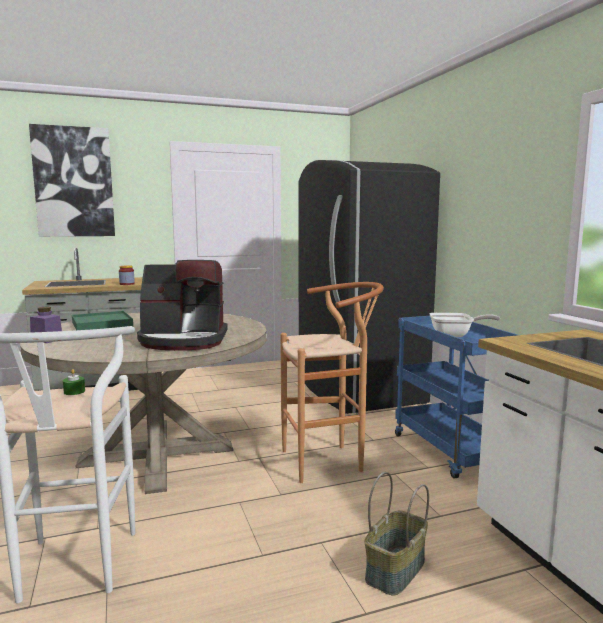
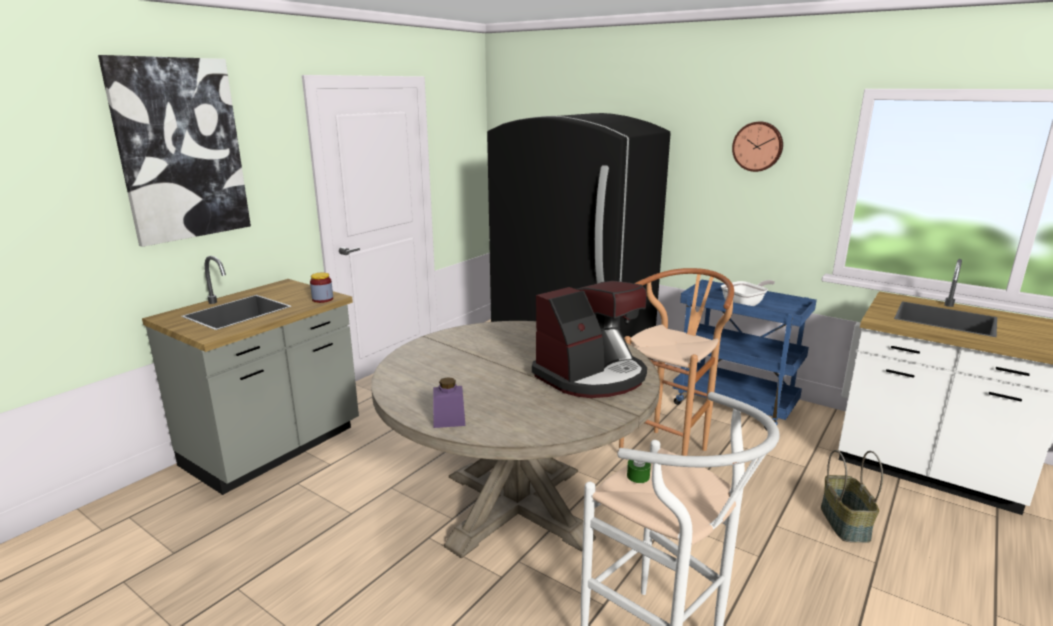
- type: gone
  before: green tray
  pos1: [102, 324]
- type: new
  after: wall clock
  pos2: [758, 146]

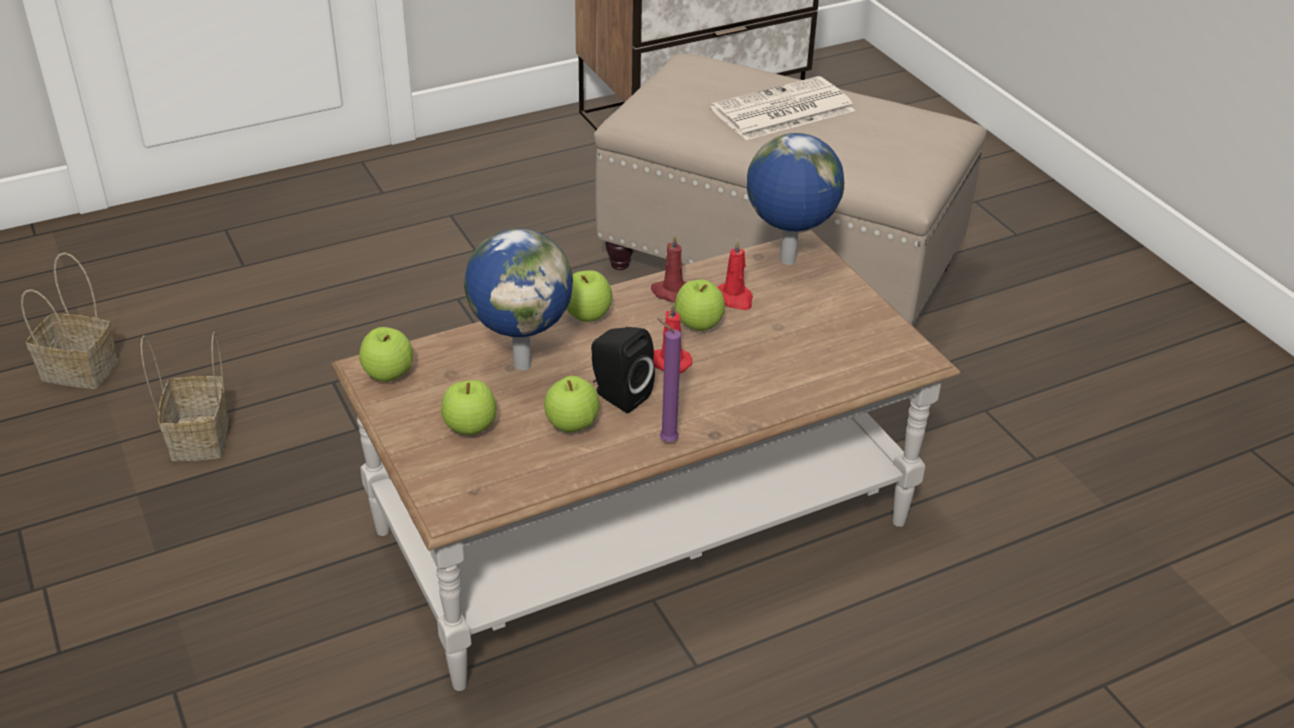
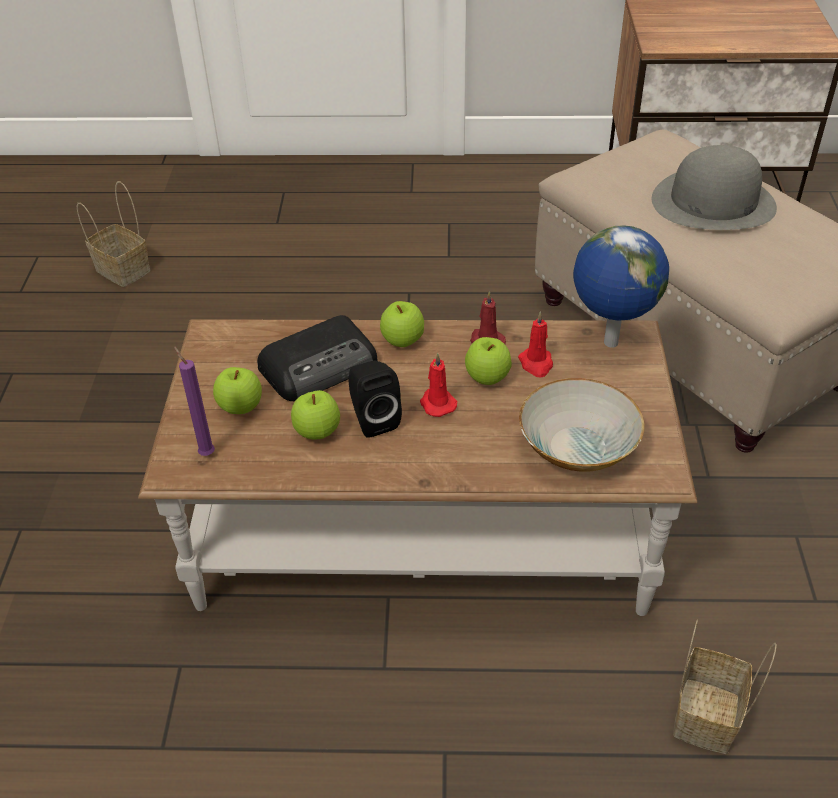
- type: swapped
  before: newspaper
  after: grey hat
  pos1: [781, 111]
  pos2: [713, 202]
- type: swapped
  before: globe
  after: radio
  pos1: [522, 363]
  pos2: [321, 365]
- type: shifted
  before: purple candle
  pos1: [665, 440]
  pos2: [205, 453]
- type: gone
  before: apple
  pos1: [388, 375]
- type: shifted
  before: basket
  pos1: [201, 439]
  pos2: [707, 718]
- type: new
  after: bowl
  pos2: [576, 447]

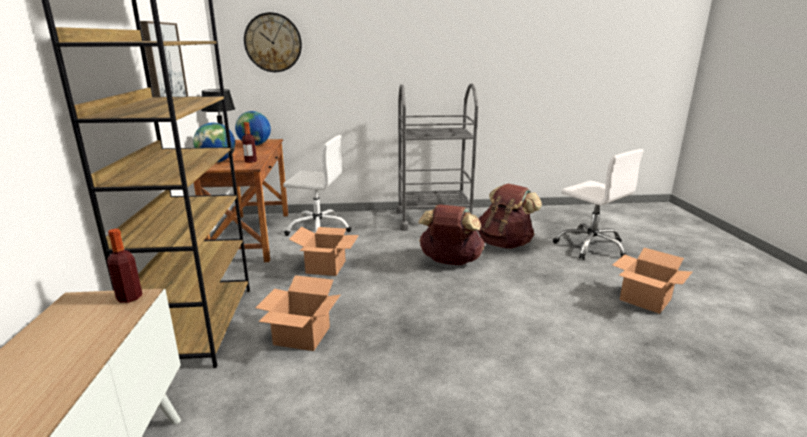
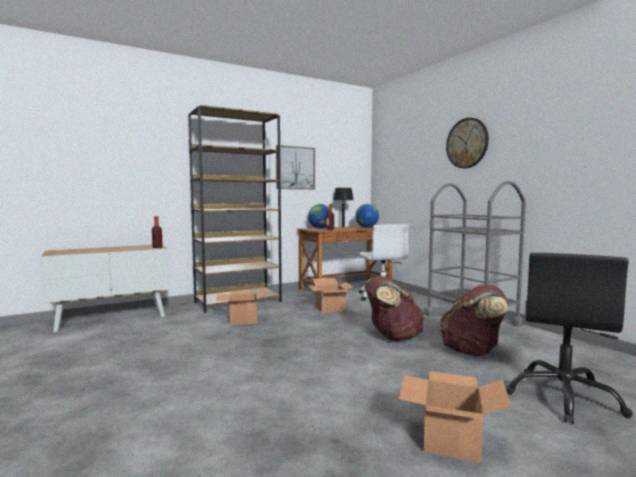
- type: shifted
  before: wall clock
  pos1: [273, 42]
  pos2: [467, 143]
- type: repainted
  before: white office chair
  after: black office chair
  pos1: [591, 246]
  pos2: [563, 397]

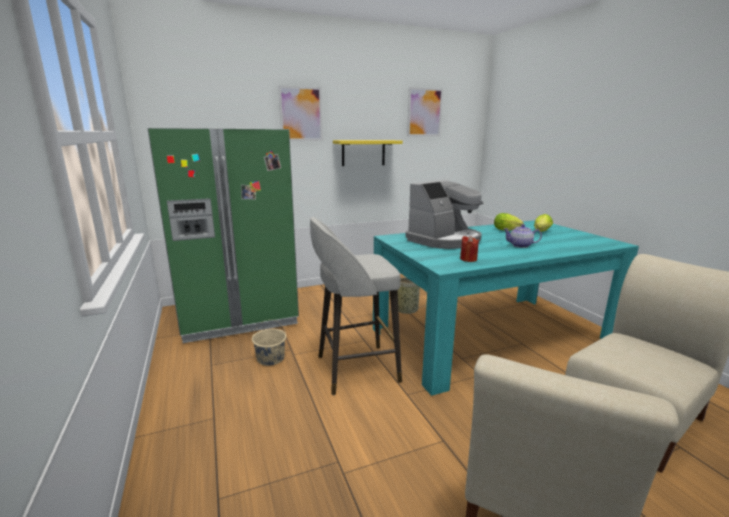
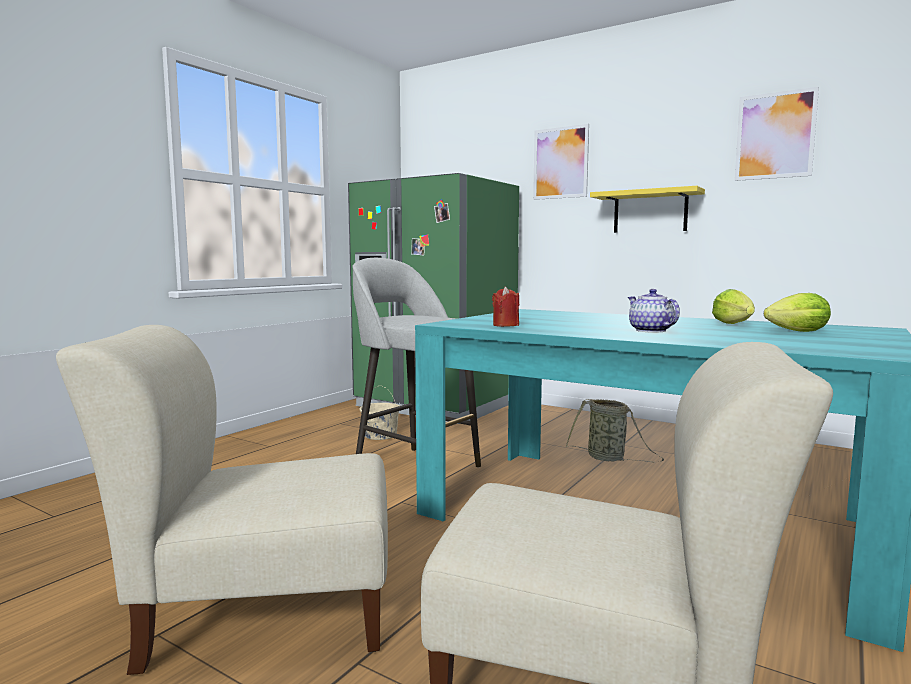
- type: gone
  before: coffee machine
  pos1: [444, 240]

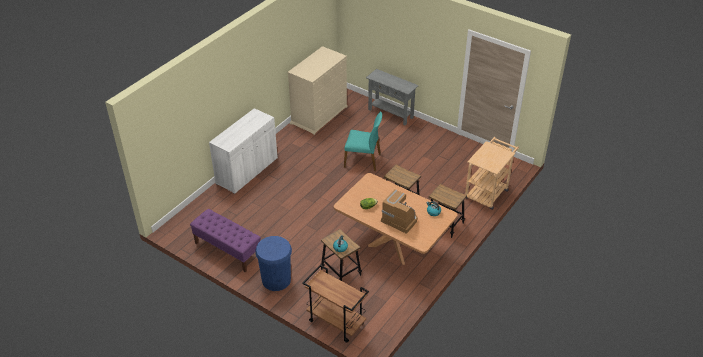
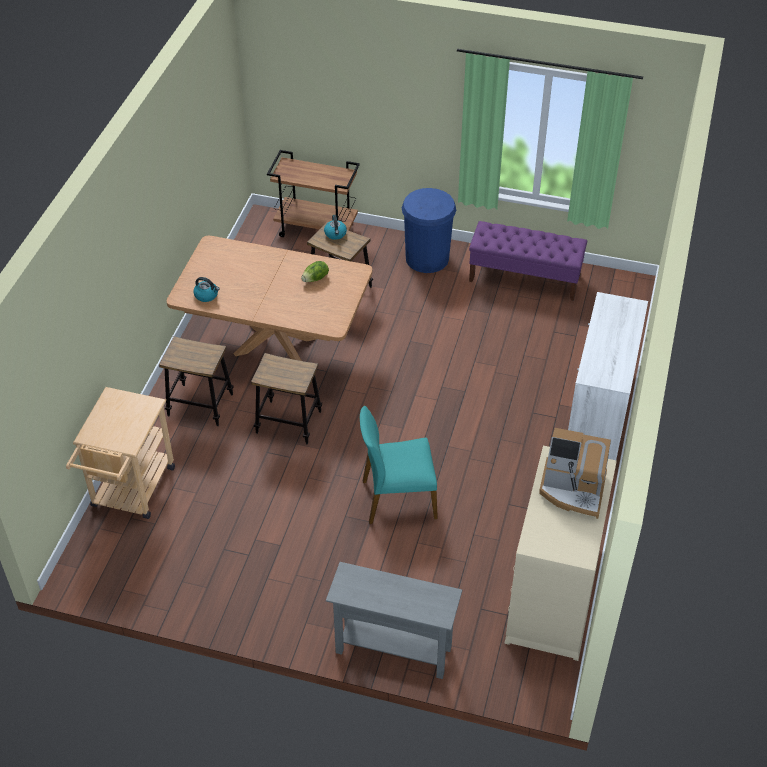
- type: shifted
  before: coffee machine
  pos1: [400, 219]
  pos2: [573, 490]

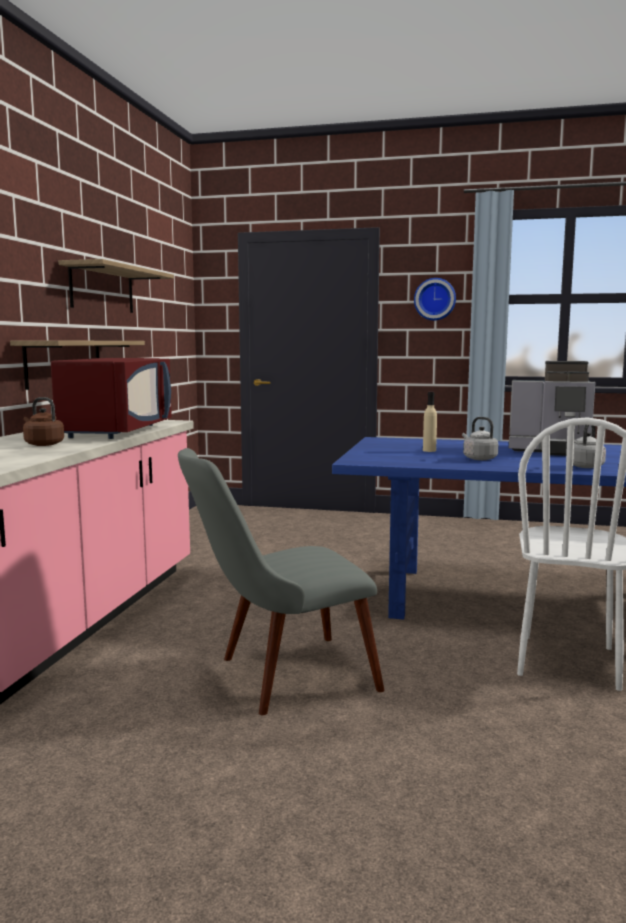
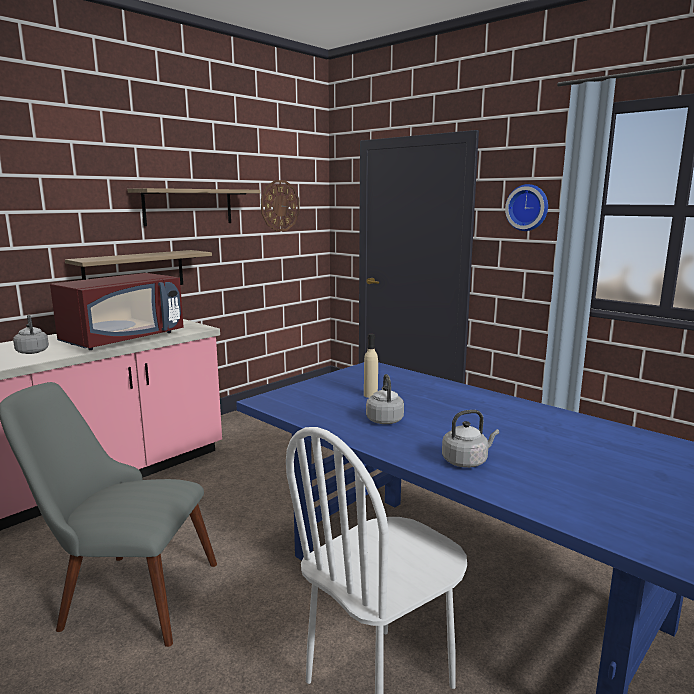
- type: gone
  before: coffee machine
  pos1: [551, 450]
- type: repainted
  before: brown kettle
  after: grey kettle
  pos1: [43, 444]
  pos2: [32, 351]
- type: new
  after: wall clock
  pos2: [280, 205]

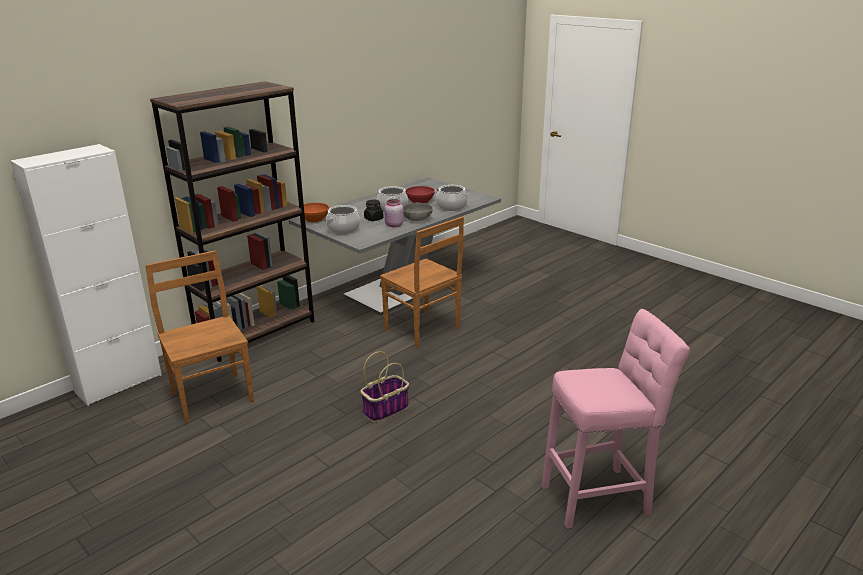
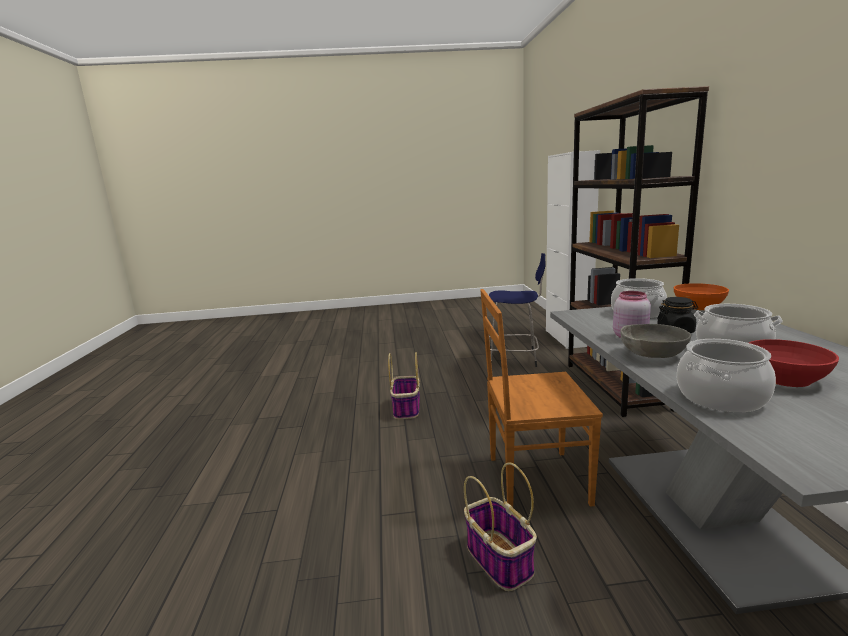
- type: swapped
  before: brown chair
  after: blue stool
  pos1: [212, 396]
  pos2: [515, 358]
- type: gone
  before: pink stool
  pos1: [600, 497]
- type: new
  after: basket
  pos2: [500, 560]

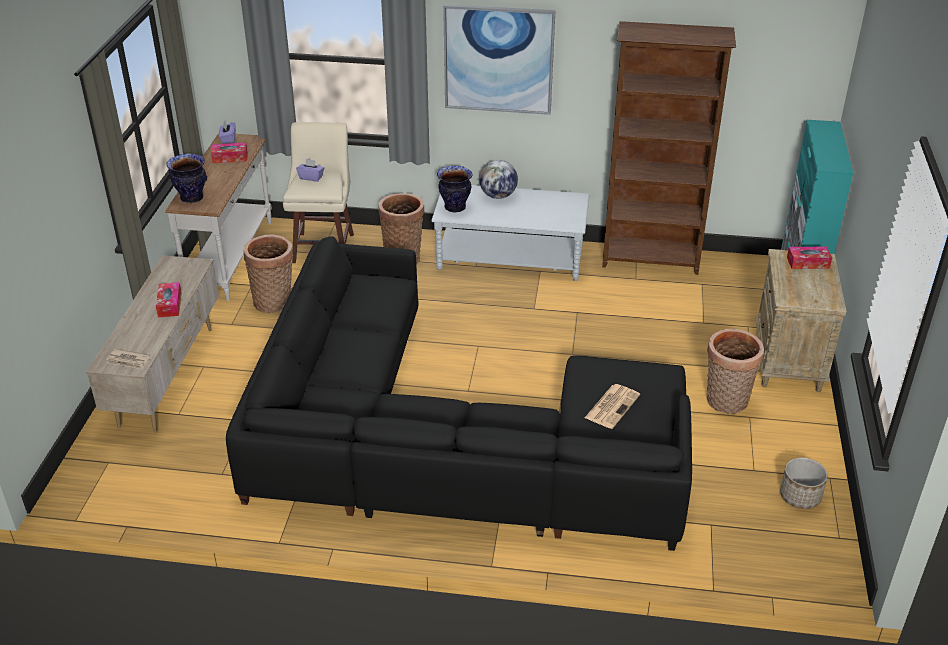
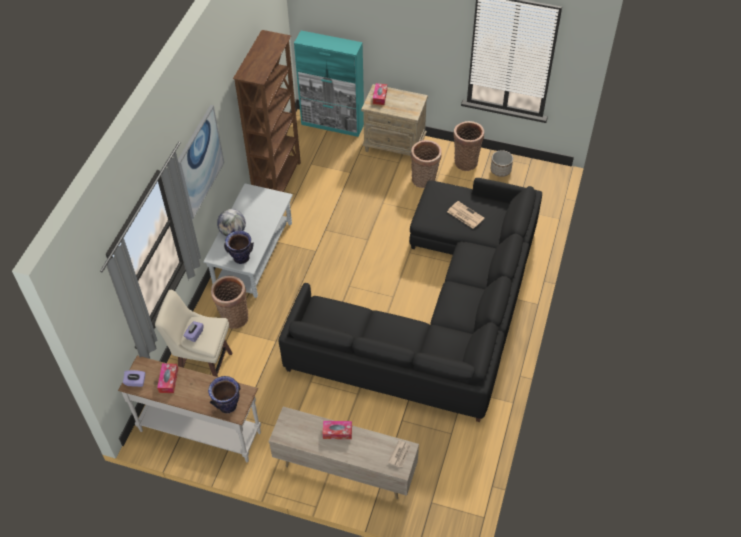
- type: shifted
  before: basket
  pos1: [274, 302]
  pos2: [466, 161]

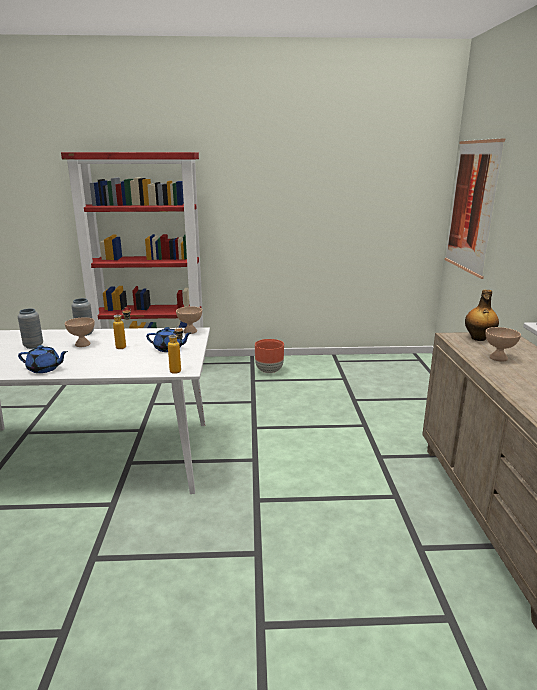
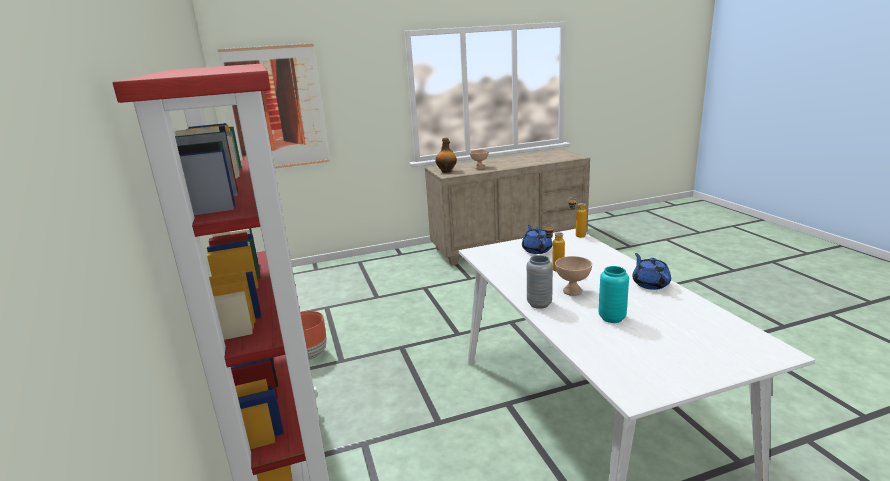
- type: gone
  before: beige bowl
  pos1: [190, 331]
- type: repainted
  before: grey vase
  after: turquoise vase
  pos1: [33, 346]
  pos2: [612, 318]

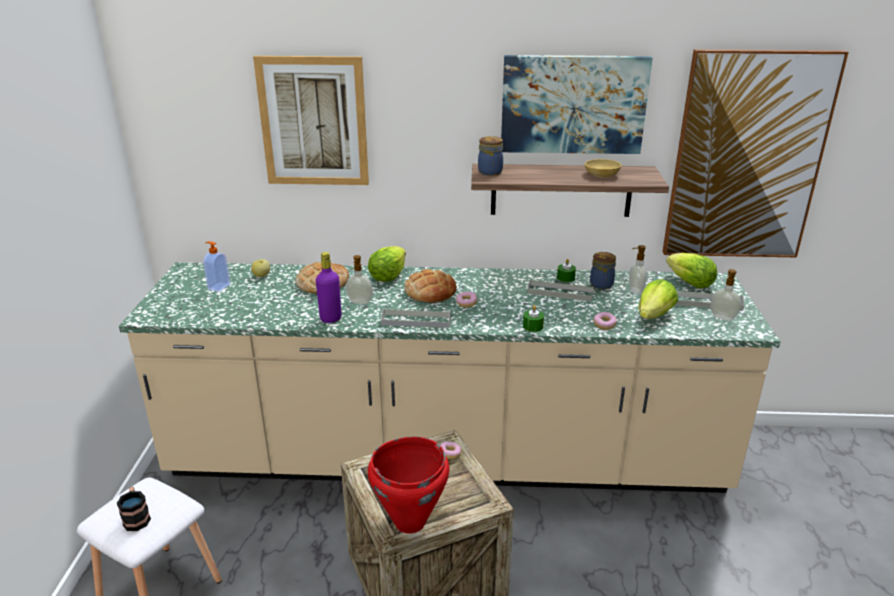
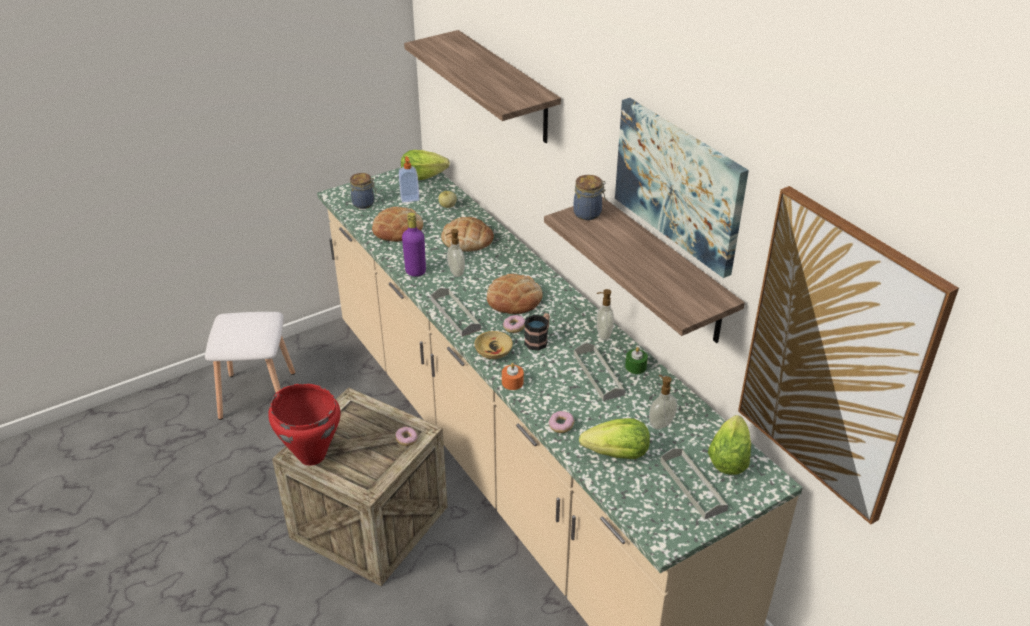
- type: swapped
  before: picture
  after: shelf
  pos1: [313, 122]
  pos2: [506, 87]
- type: shifted
  before: beige bowl
  pos1: [601, 174]
  pos2: [493, 352]
- type: shifted
  before: lettuce
  pos1: [388, 276]
  pos2: [422, 177]
- type: shifted
  before: jar
  pos1: [601, 284]
  pos2: [364, 203]
- type: shifted
  before: soap dispenser
  pos1: [722, 318]
  pos2: [603, 334]
- type: repainted
  before: green candle
  after: orange candle
  pos1: [533, 326]
  pos2: [512, 382]
- type: shifted
  before: mug
  pos1: [136, 517]
  pos2: [538, 340]
- type: new
  after: bread
  pos2: [397, 229]

